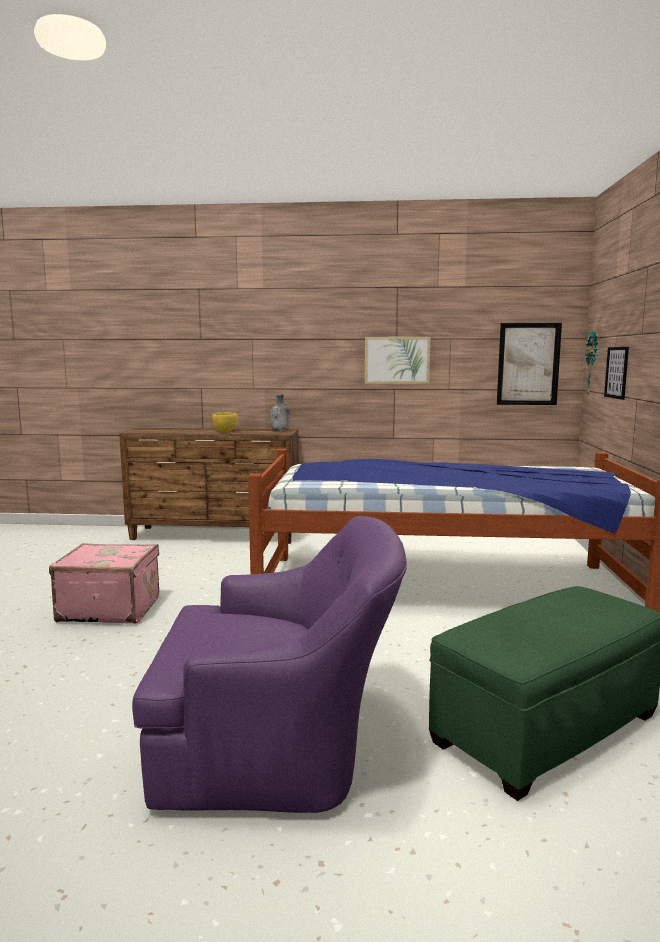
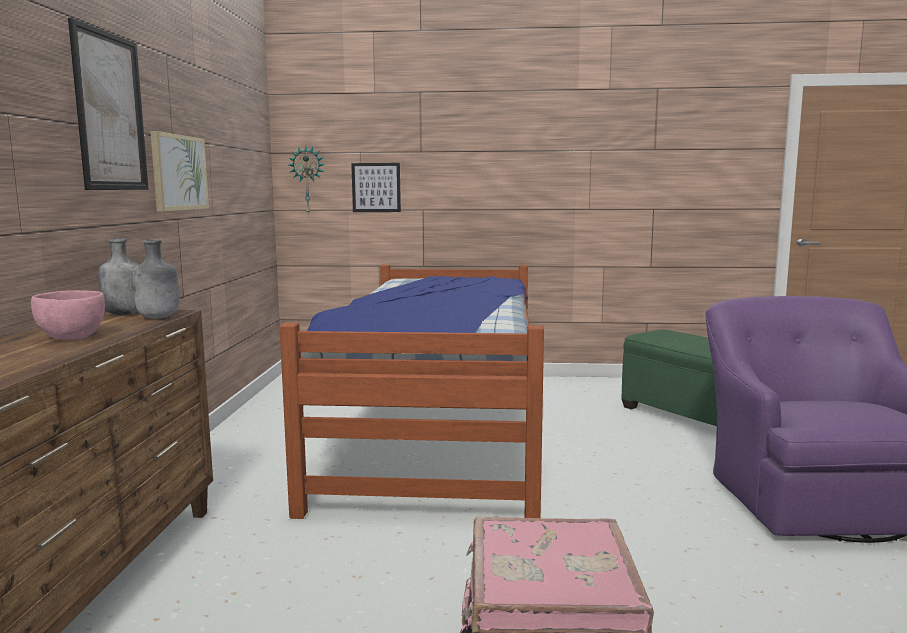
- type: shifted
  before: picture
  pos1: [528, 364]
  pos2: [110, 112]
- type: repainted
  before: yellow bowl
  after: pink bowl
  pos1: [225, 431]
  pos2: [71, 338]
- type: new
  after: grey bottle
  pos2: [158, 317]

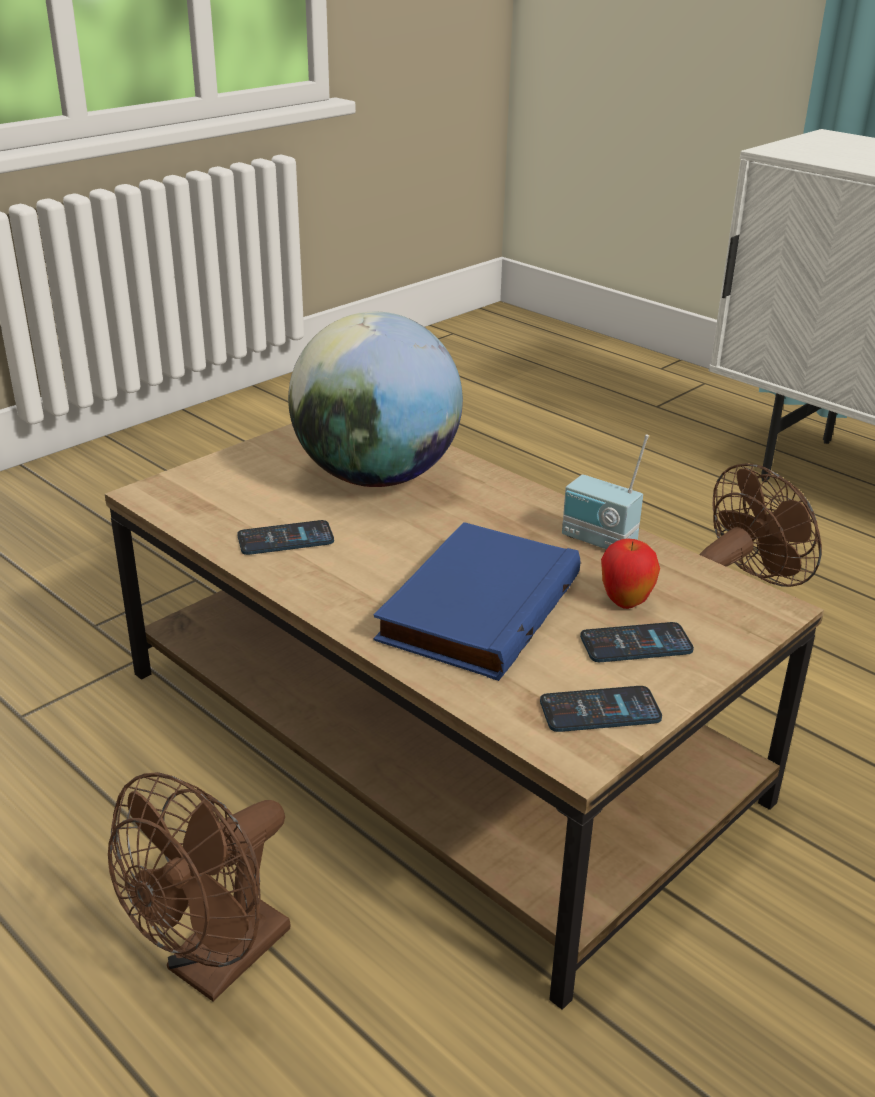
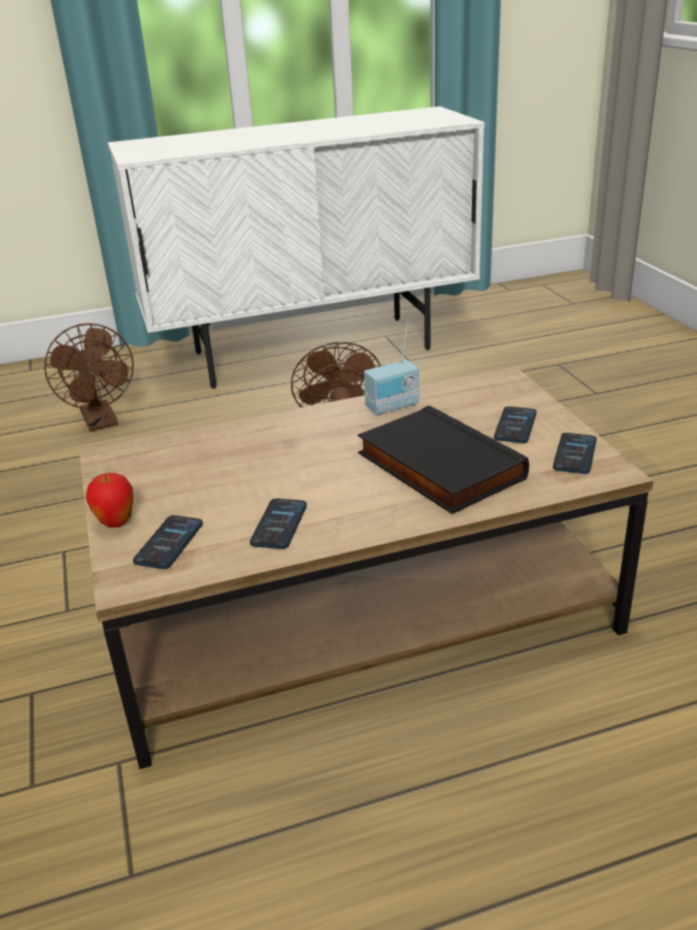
- type: gone
  before: globe
  pos1: [376, 477]
- type: repainted
  before: blue book
  after: black book
  pos1: [476, 606]
  pos2: [436, 467]
- type: shifted
  before: apple
  pos1: [625, 602]
  pos2: [116, 522]
- type: shifted
  before: brown fan
  pos1: [217, 964]
  pos2: [102, 422]
- type: new
  after: phone
  pos2: [169, 543]

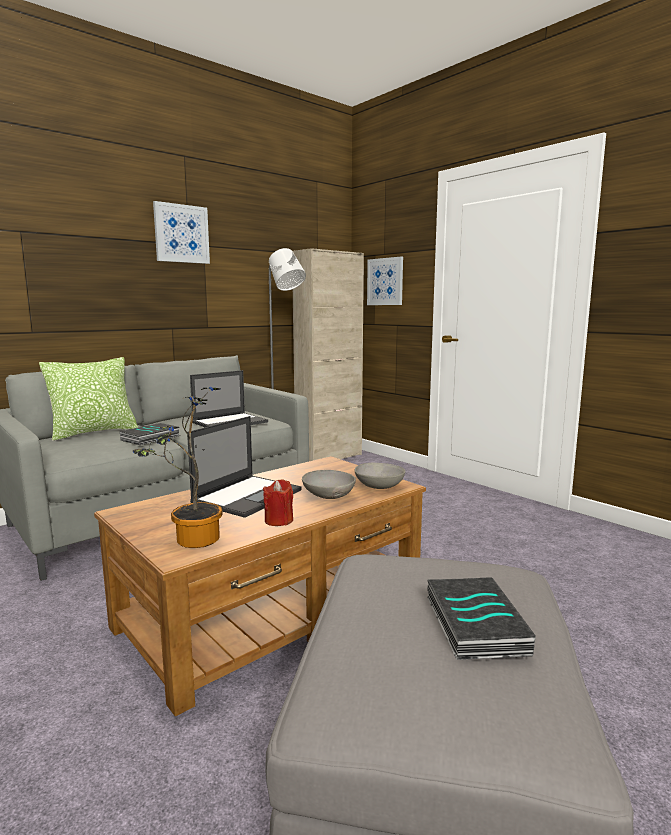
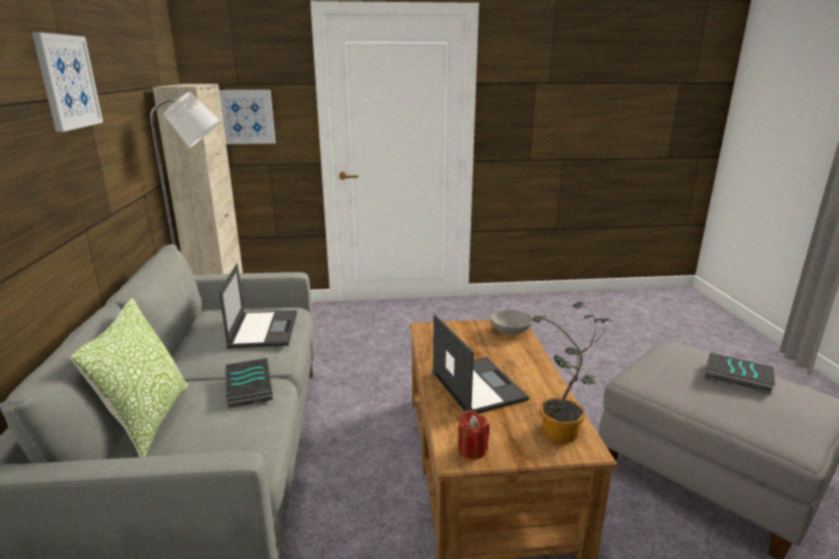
- type: gone
  before: grey bowl
  pos1: [329, 496]
- type: shifted
  before: red candle
  pos1: [279, 520]
  pos2: [472, 450]

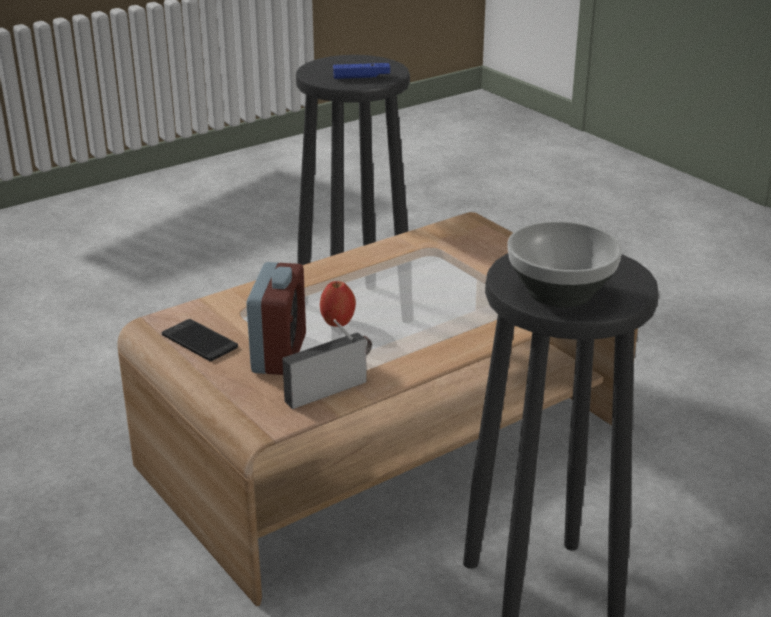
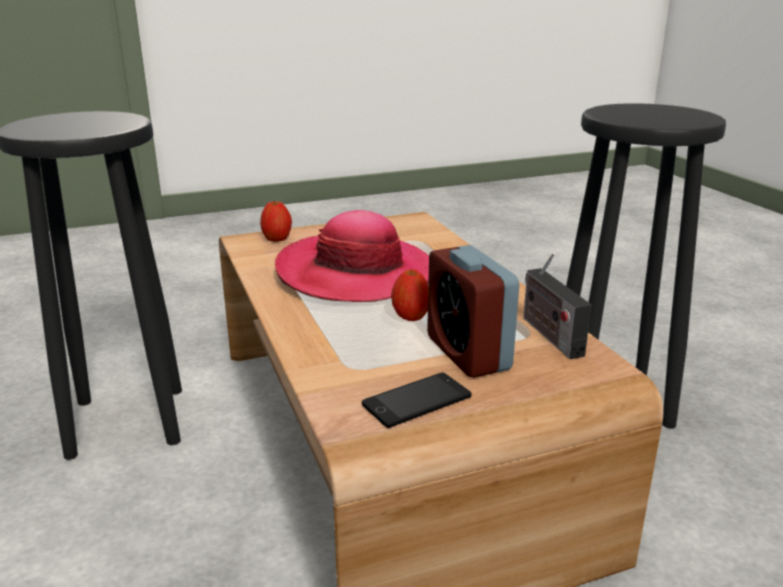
- type: gone
  before: blue game controller
  pos1: [361, 77]
- type: gone
  before: bowl
  pos1: [559, 294]
- type: rotated
  before: alarm clock
  pos1: [279, 354]
  pos2: [467, 353]
  turn: -135
- type: new
  after: apple
  pos2: [277, 239]
- type: new
  after: hat
  pos2: [356, 273]

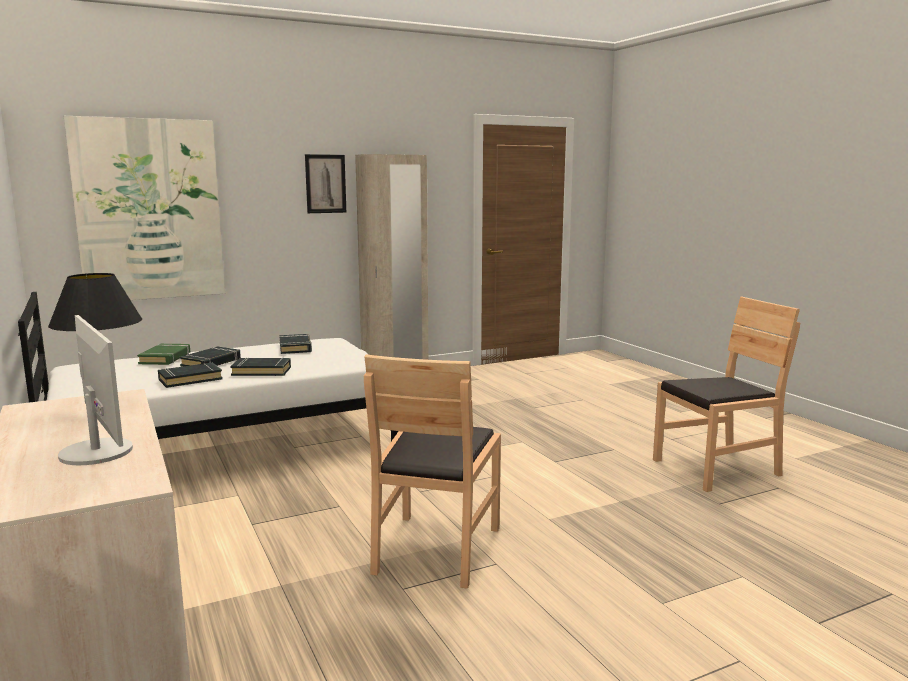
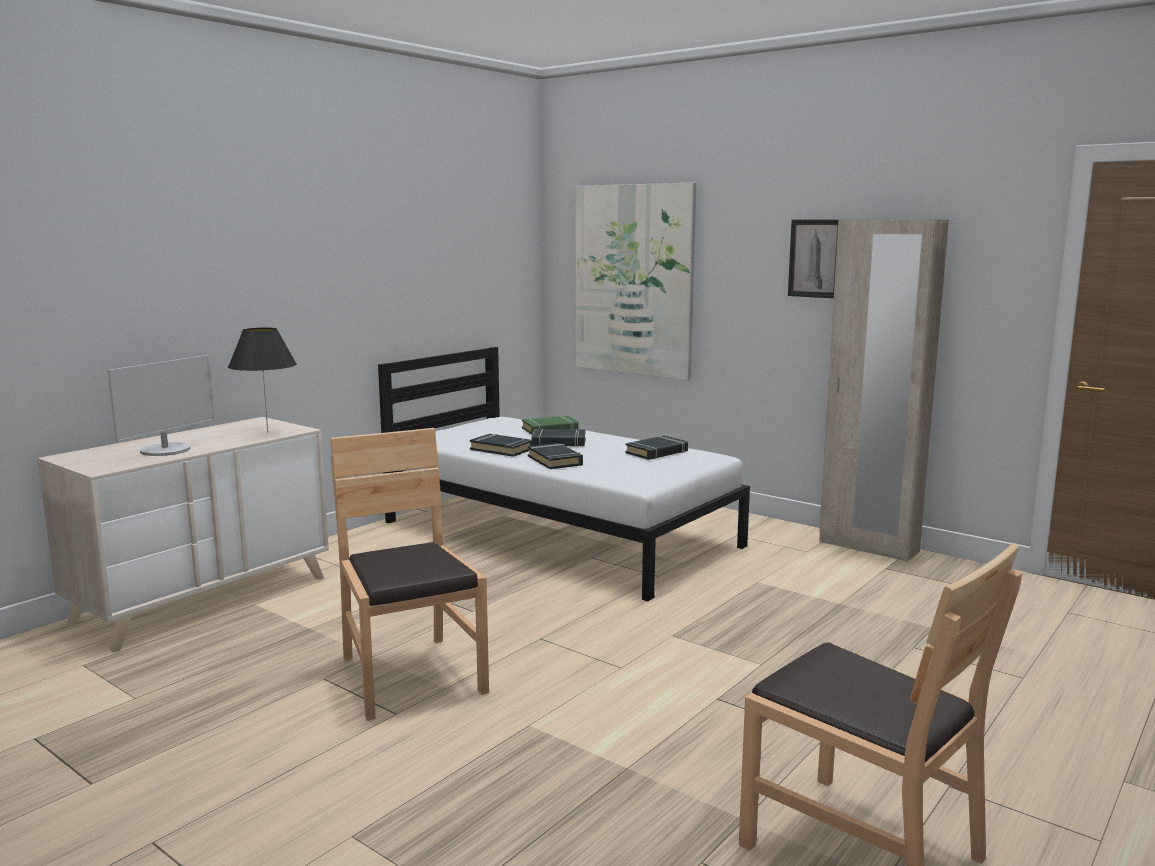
- type: rotated
  before: brown chair
  pos1: [436, 549]
  pos2: [410, 676]
  turn: 75

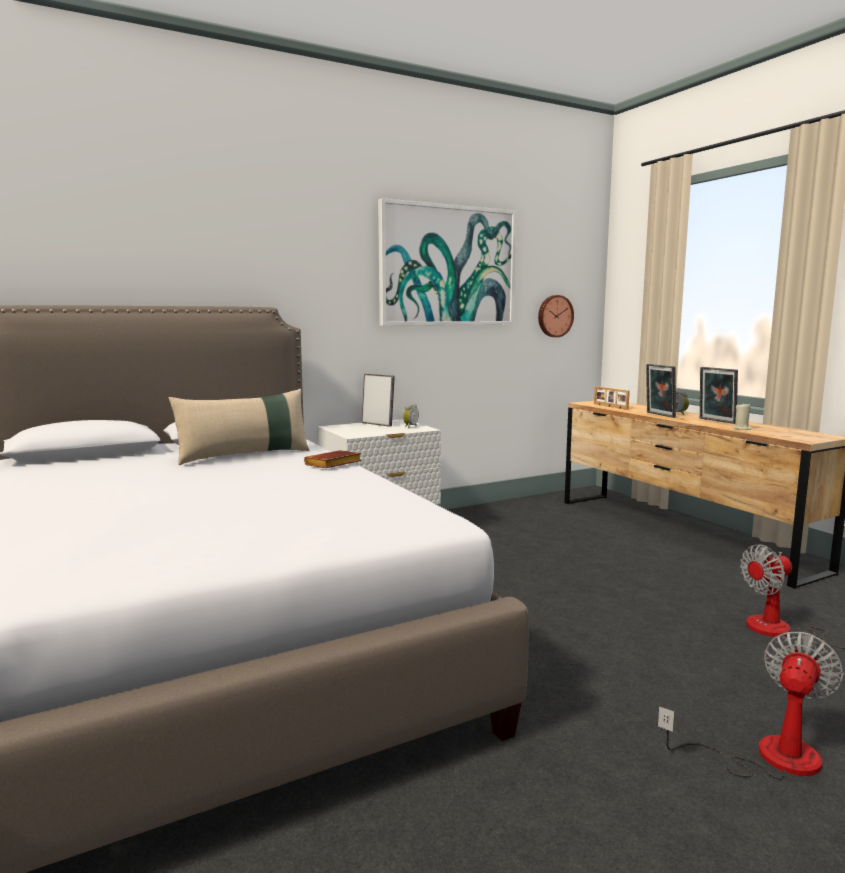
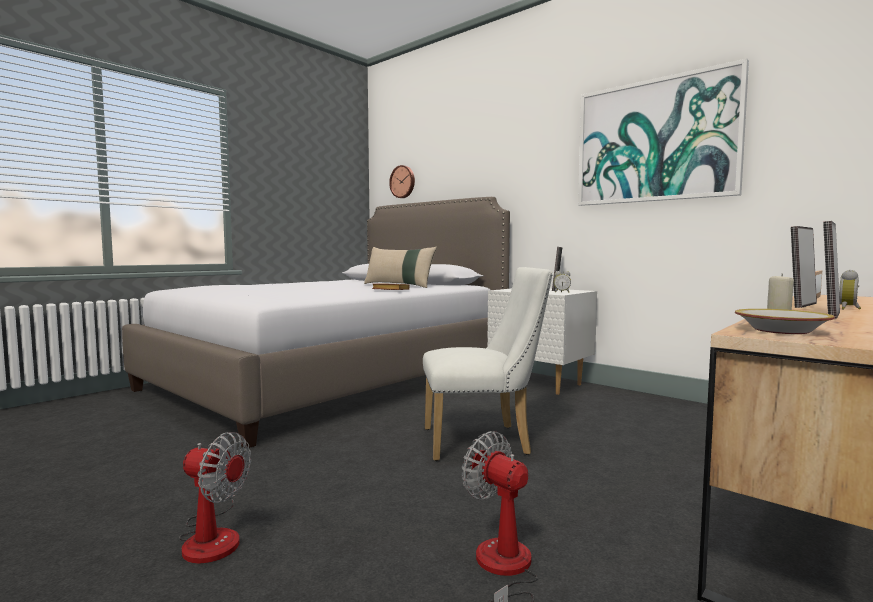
- type: shifted
  before: wall clock
  pos1: [554, 316]
  pos2: [403, 182]
- type: new
  after: white chair
  pos2: [484, 441]
- type: new
  after: bowl
  pos2: [780, 330]

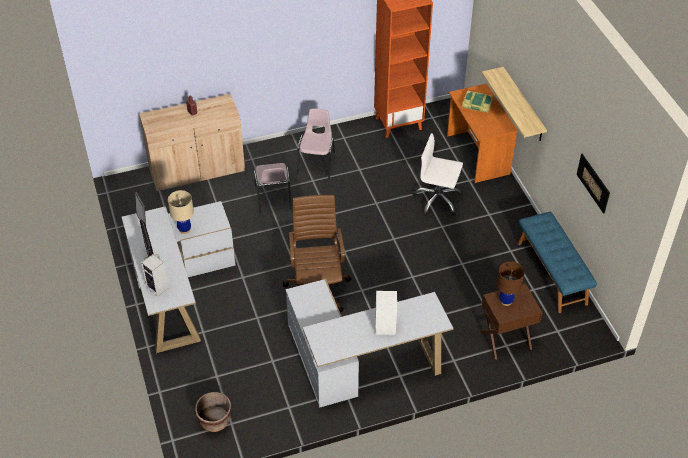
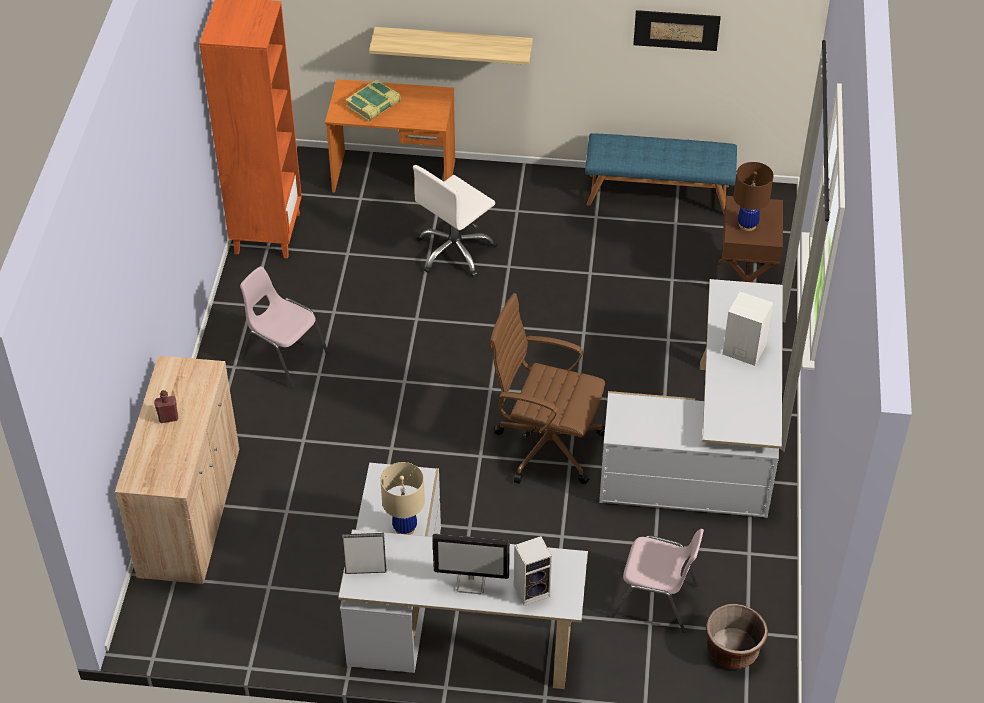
- type: shifted
  before: pink chair
  pos1: [273, 198]
  pos2: [656, 600]

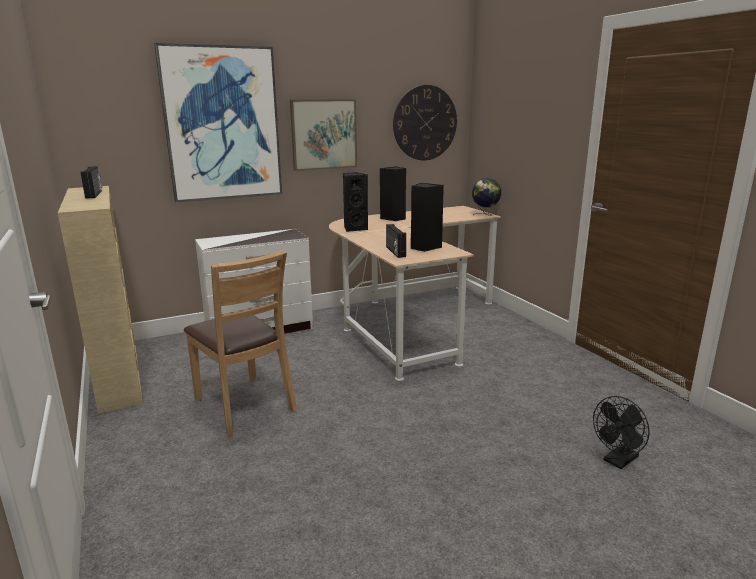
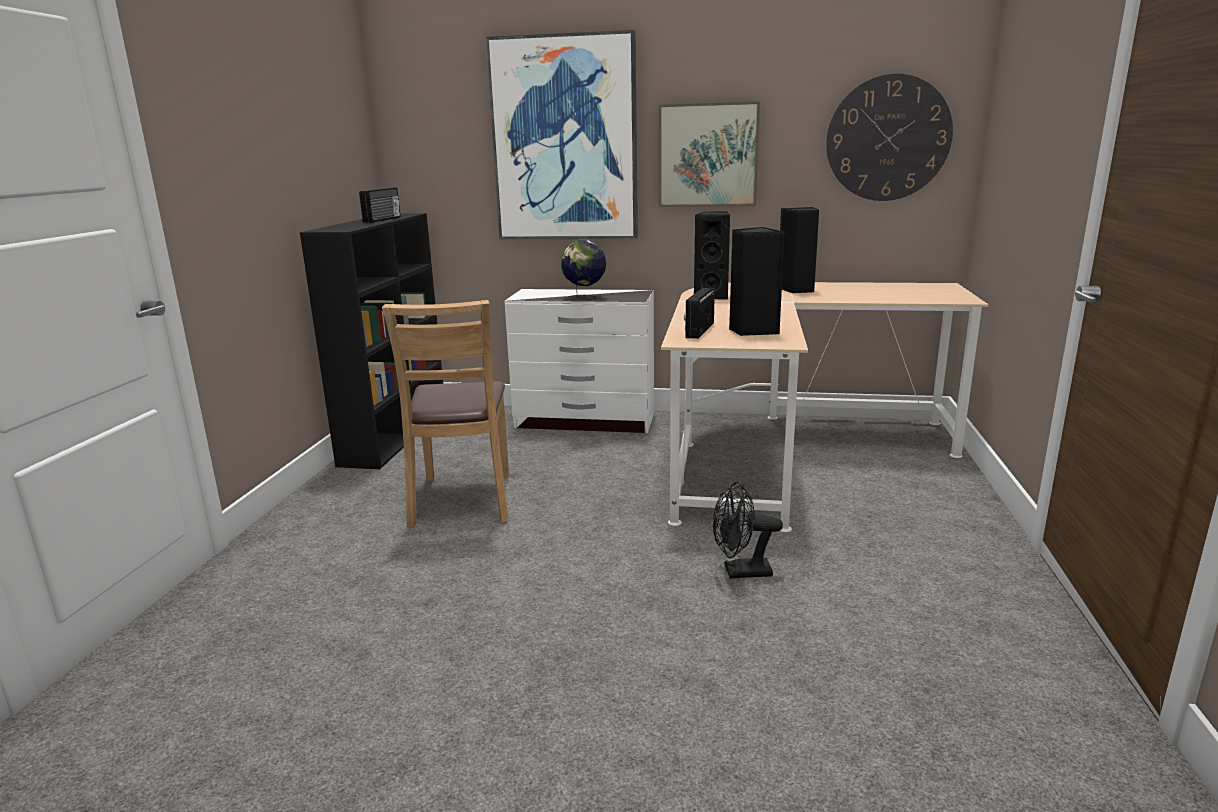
- type: shifted
  before: globe
  pos1: [485, 215]
  pos2: [584, 298]
- type: repainted
  before: beige bookcase
  after: black bookcase
  pos1: [118, 374]
  pos2: [396, 434]
- type: shifted
  before: black fan
  pos1: [618, 461]
  pos2: [740, 572]

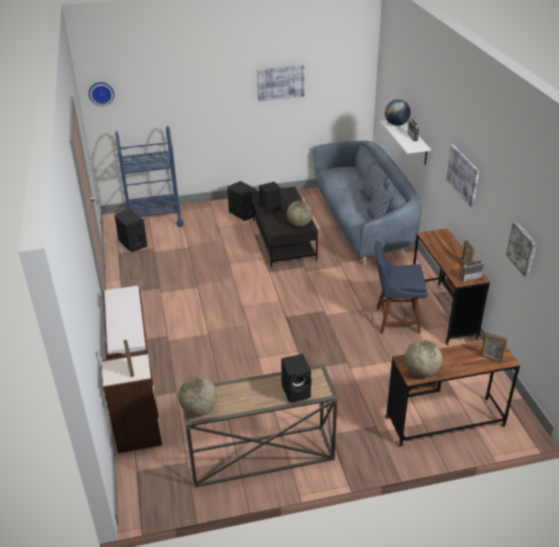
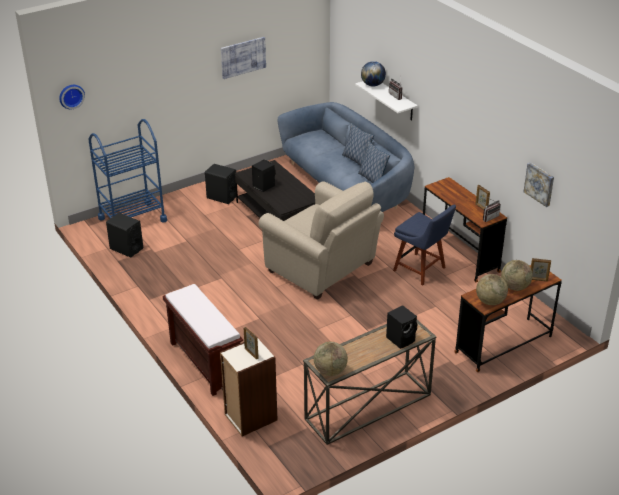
- type: gone
  before: picture
  pos1: [463, 175]
- type: shifted
  before: globe
  pos1: [299, 224]
  pos2: [515, 287]
- type: rotated
  before: blue chair
  pos1: [395, 320]
  pos2: [421, 270]
  turn: -120
- type: new
  after: beige armchair
  pos2: [323, 269]

